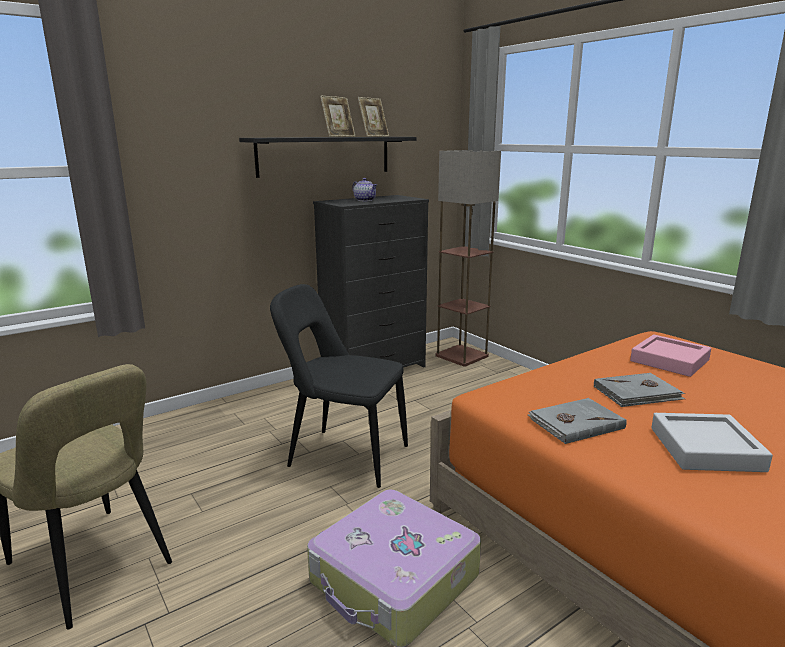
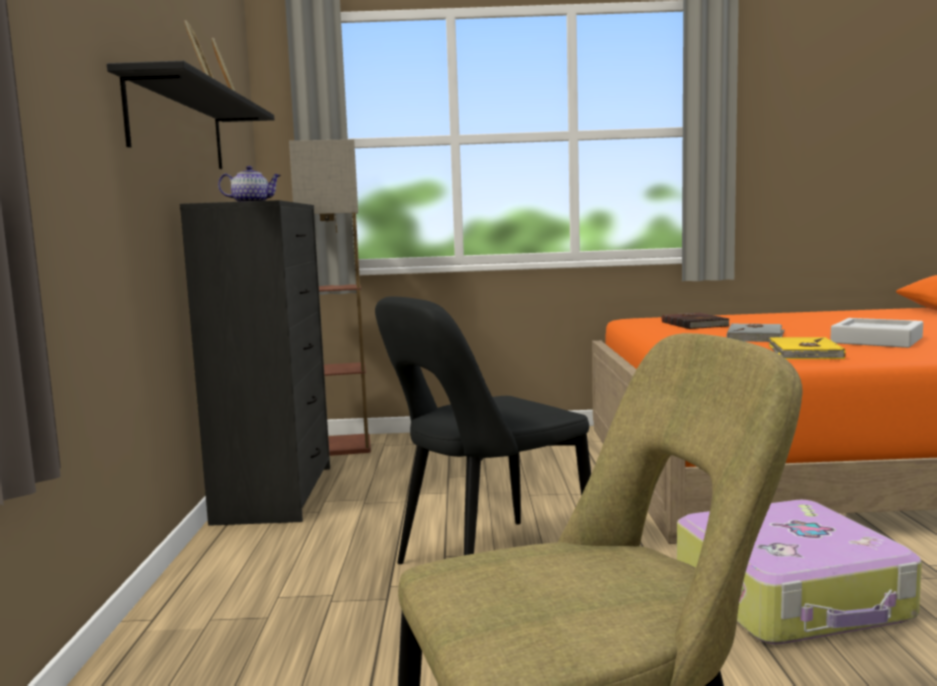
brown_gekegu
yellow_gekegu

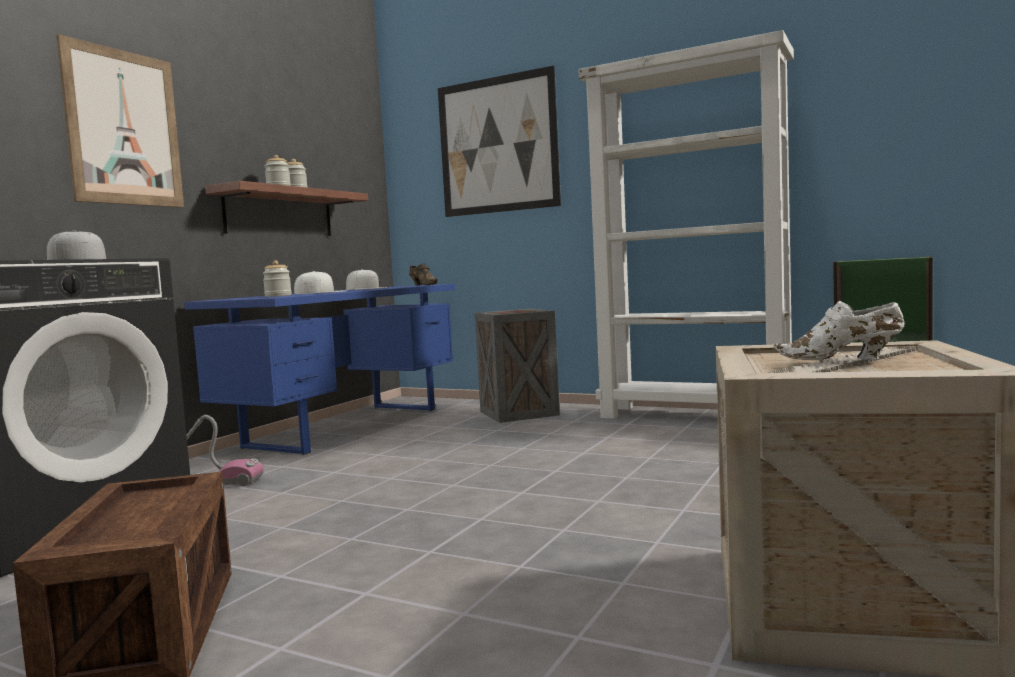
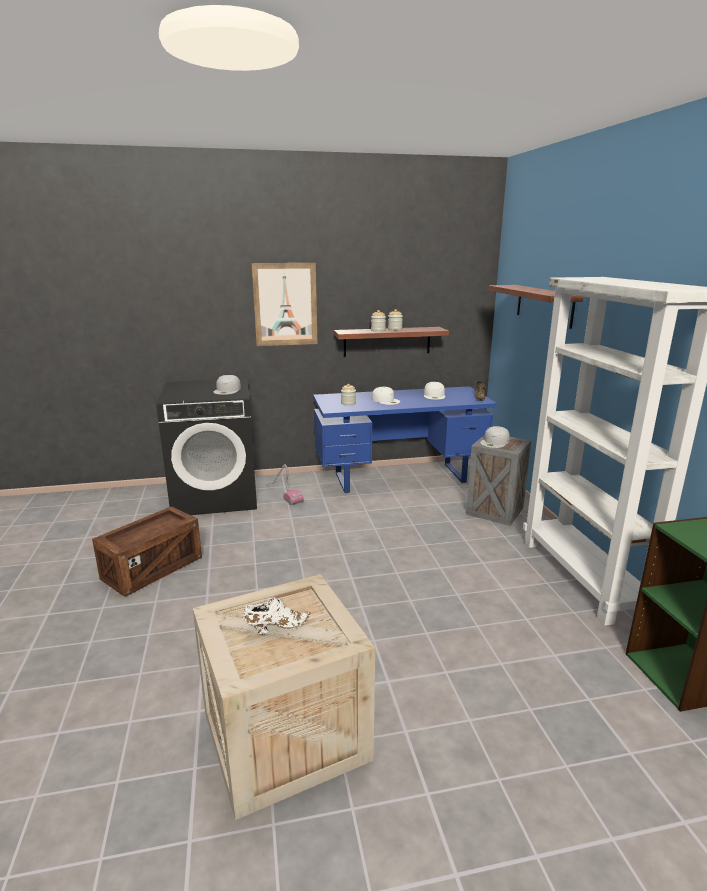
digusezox (2nd from left)
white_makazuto
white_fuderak (4th from left)

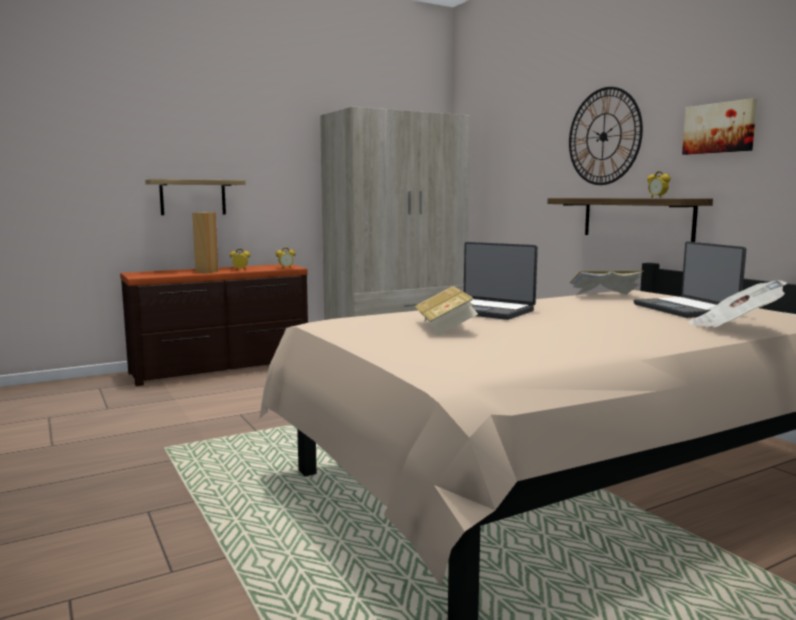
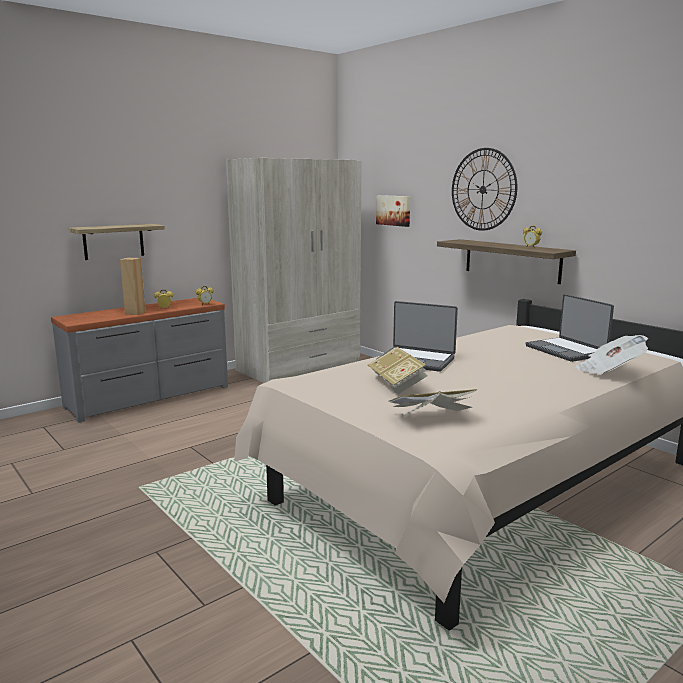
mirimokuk
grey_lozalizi
gekegu (2nd from left)

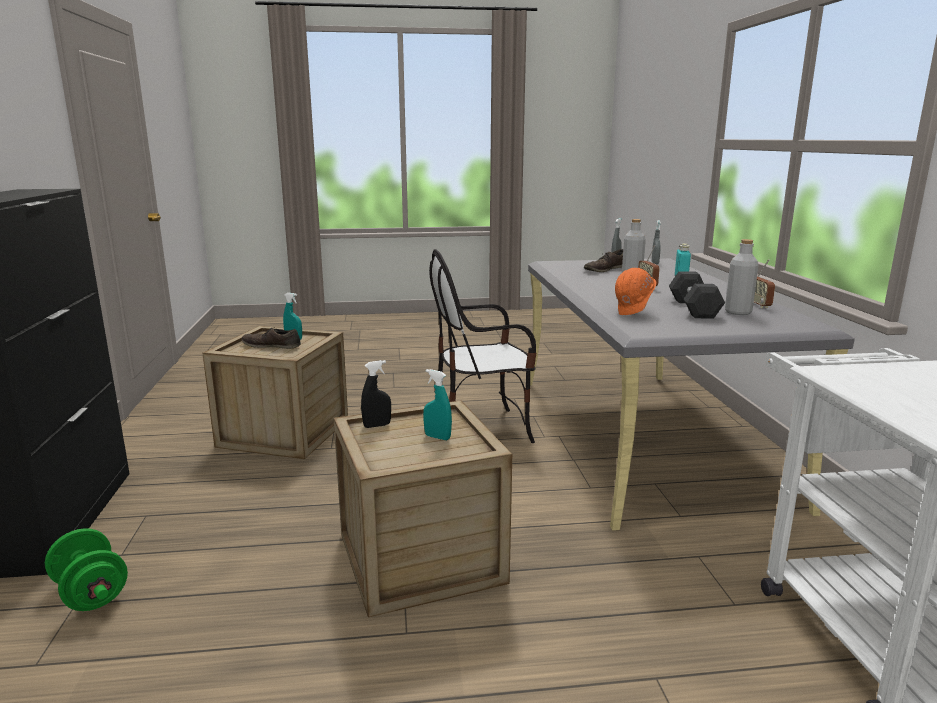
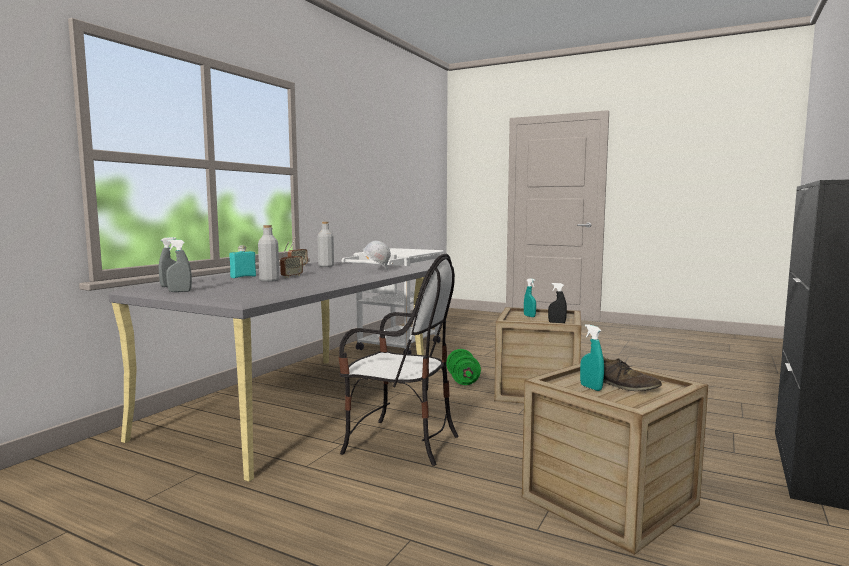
brown_makazuto (2nd from left in the first image)
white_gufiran
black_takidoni
green_takidoni

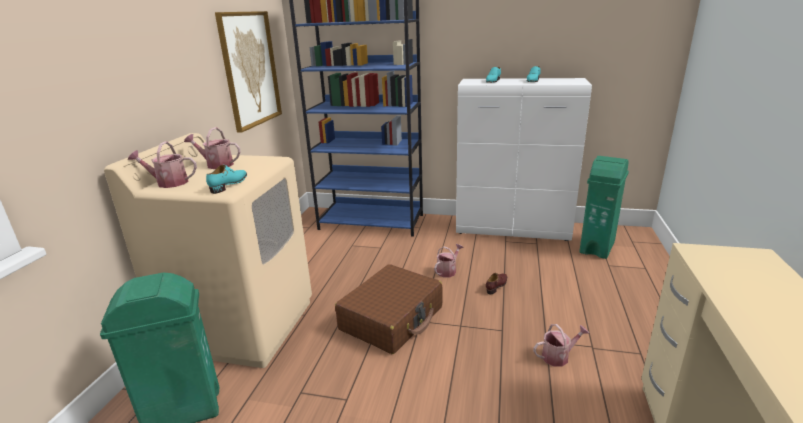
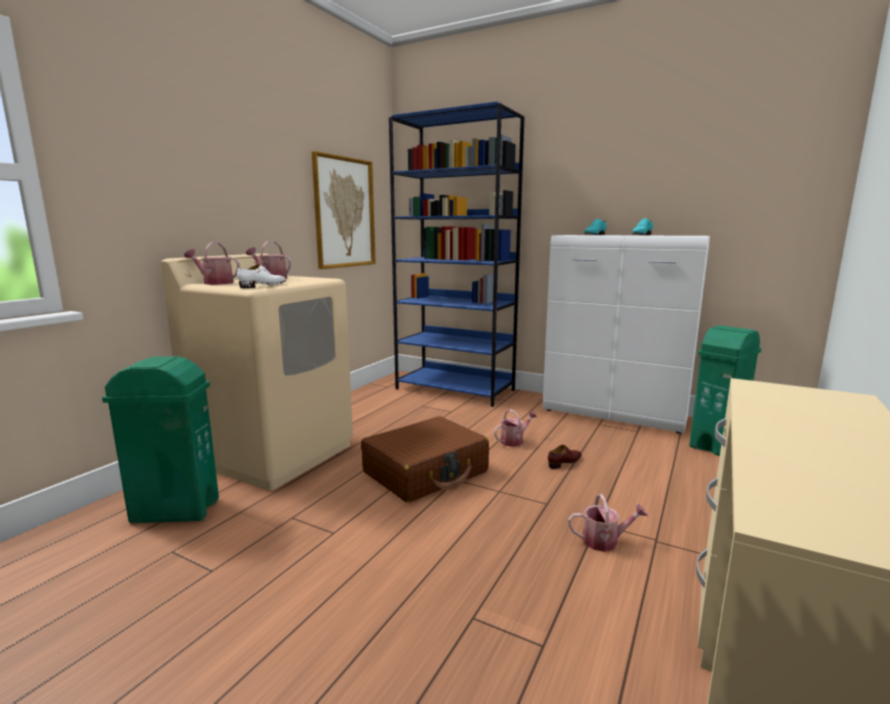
white_makazuto

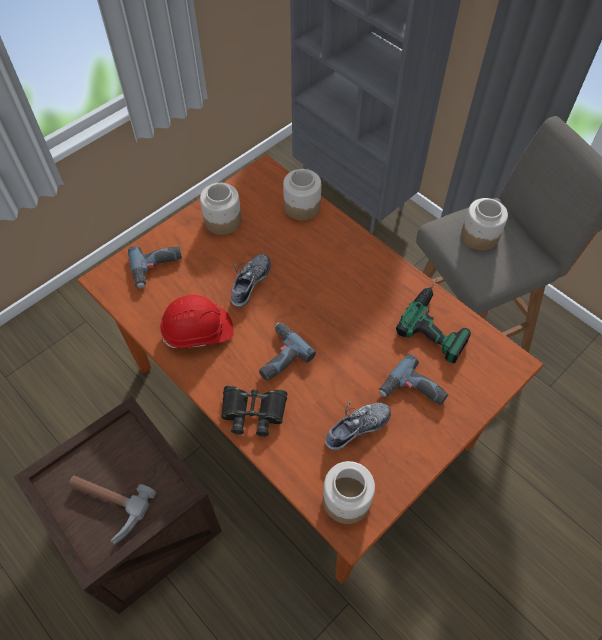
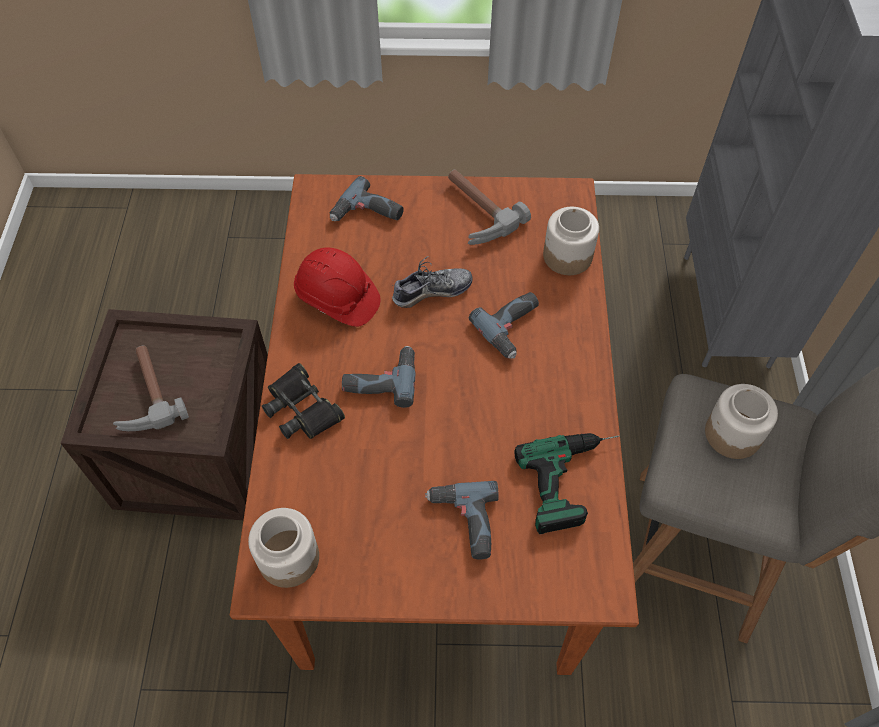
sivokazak (2nd from left)
makazuto (2nd from left in the first image)
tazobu (4th from left)

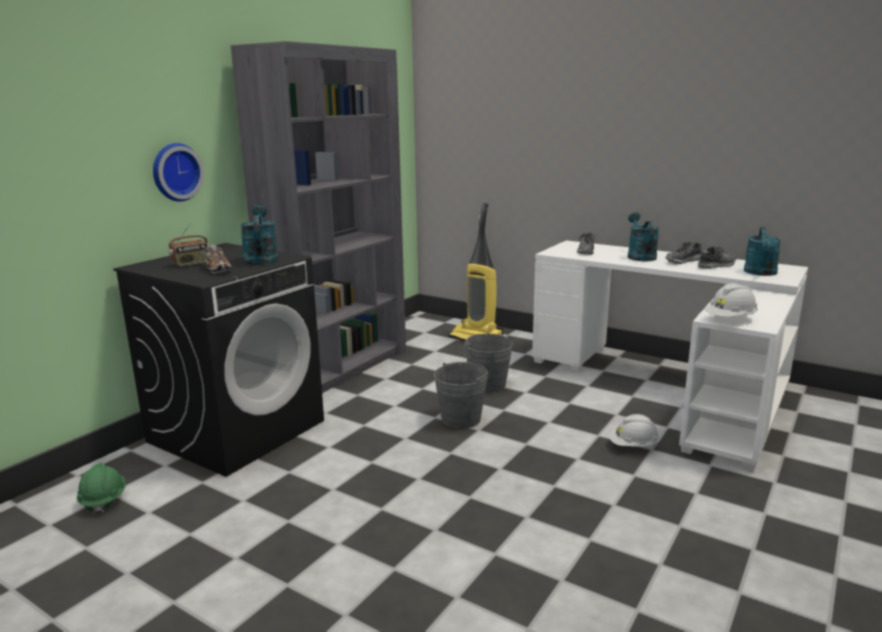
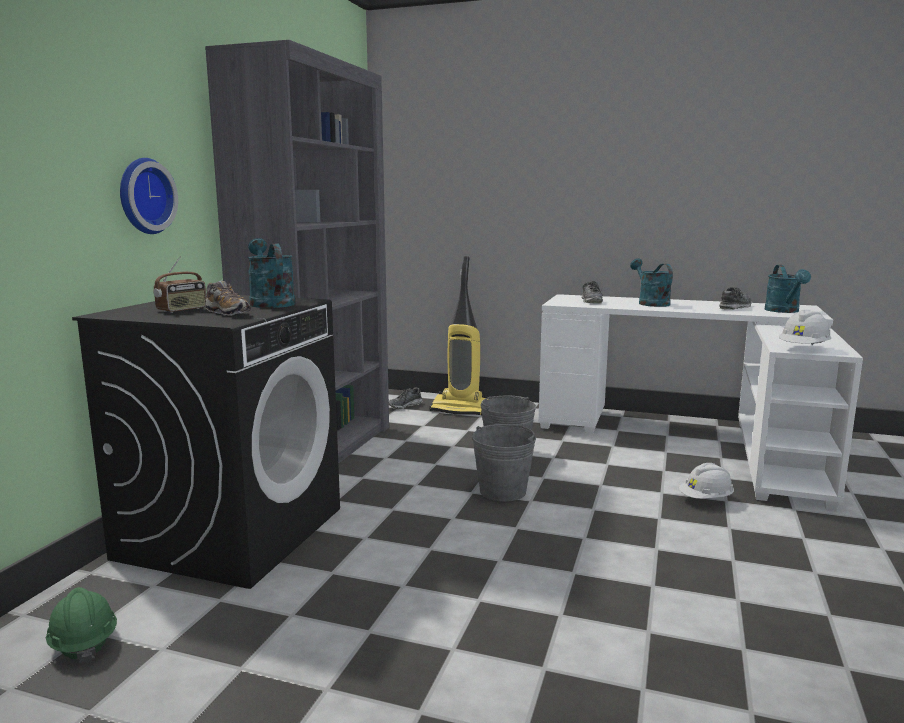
makazuto (2nd from left)

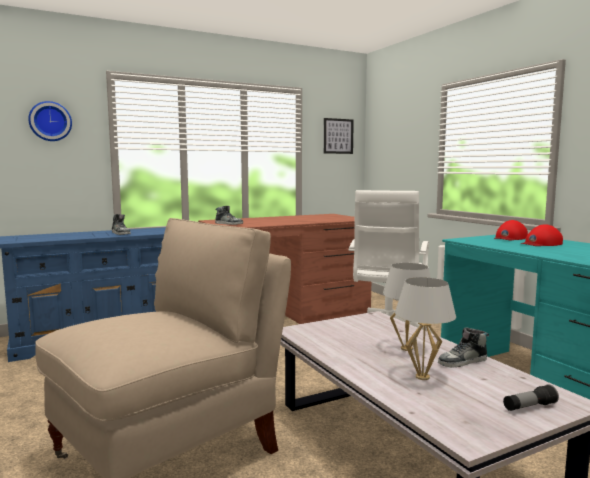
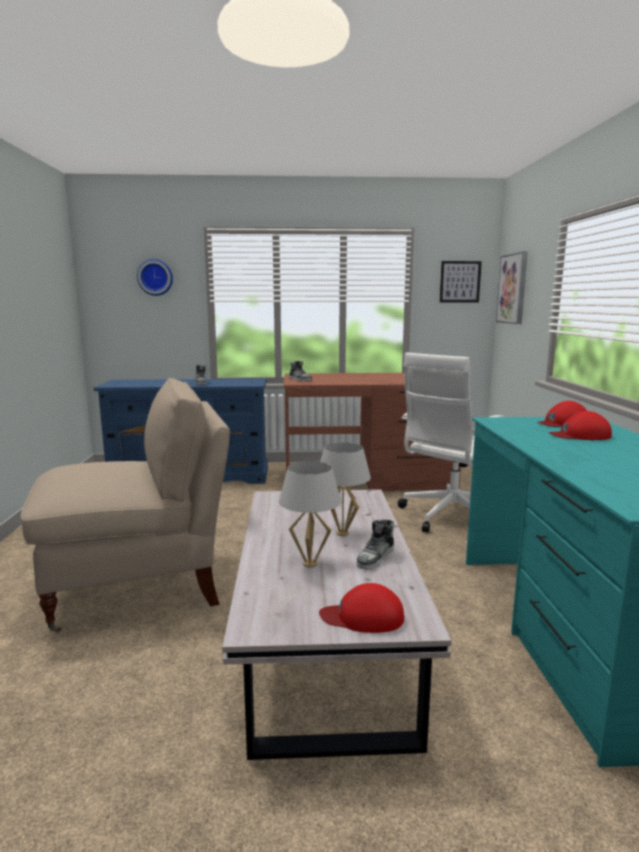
makazuto (3rd from left)
red_fuderak (1st from left)
mirimokuk (2nd from left)

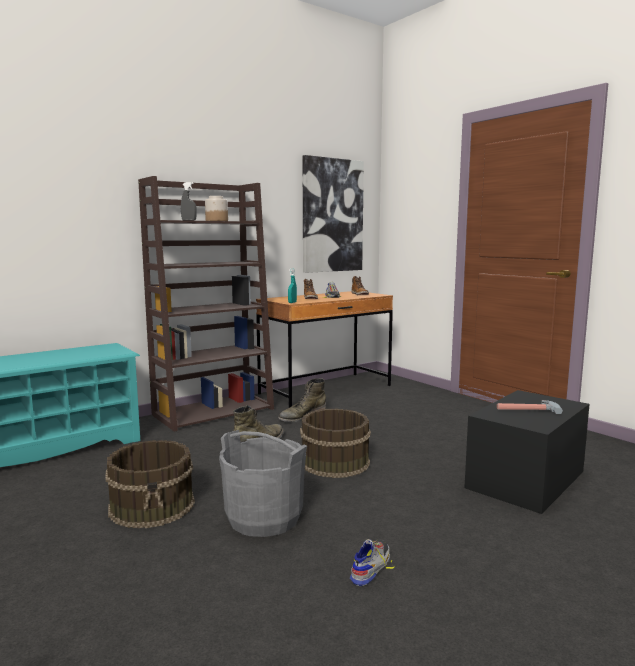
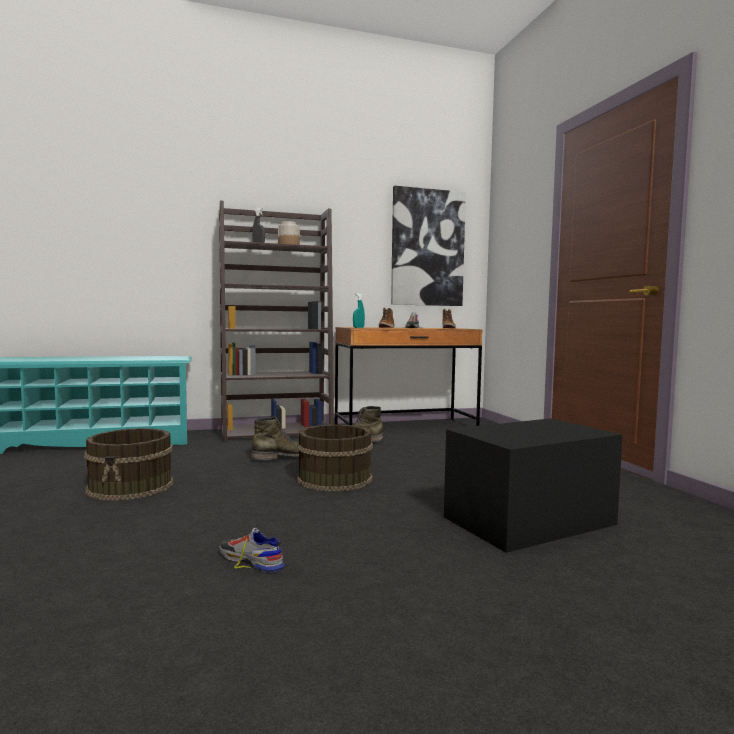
sivokazak
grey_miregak
makazuto (1st from left)

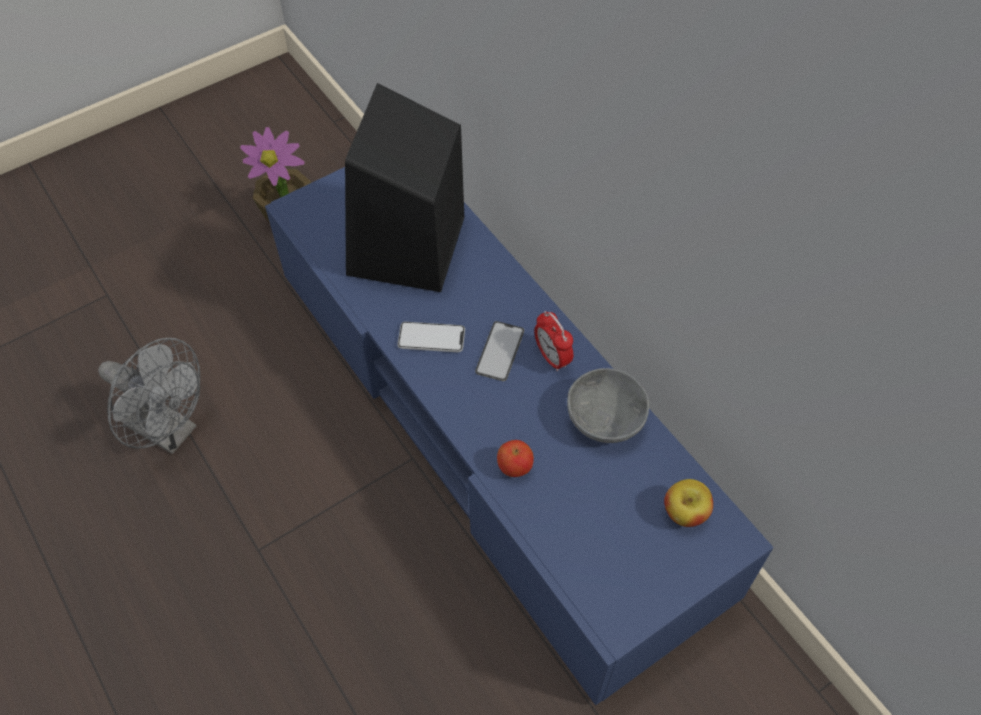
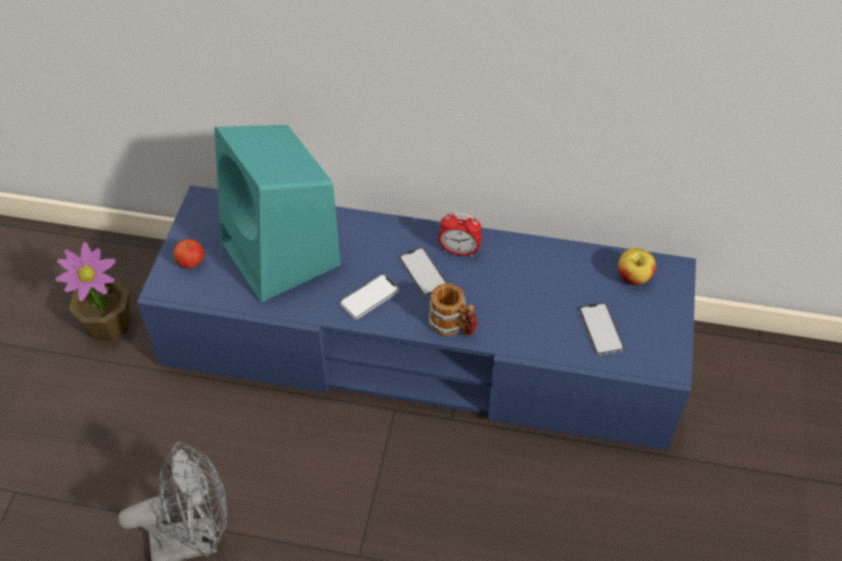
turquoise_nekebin
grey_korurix
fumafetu (1st from left)
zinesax
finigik (3rd from left)

